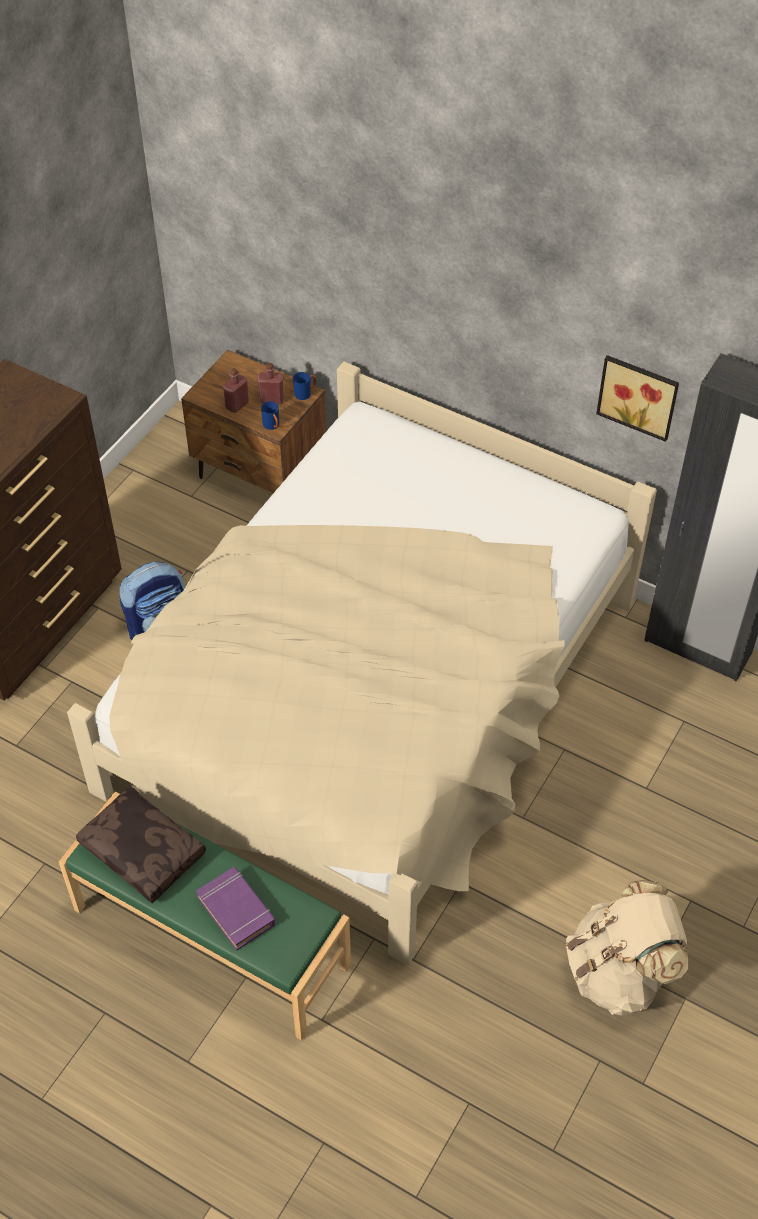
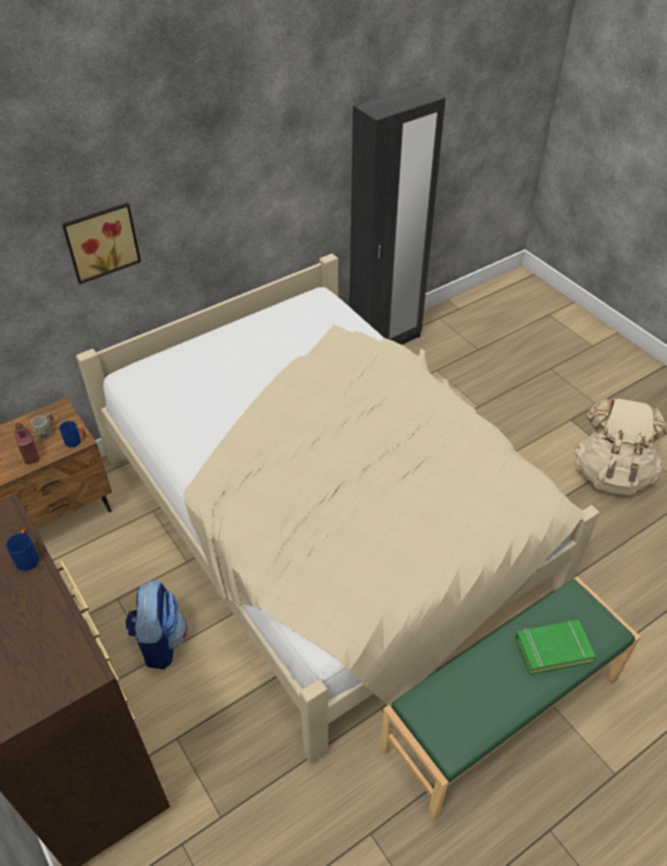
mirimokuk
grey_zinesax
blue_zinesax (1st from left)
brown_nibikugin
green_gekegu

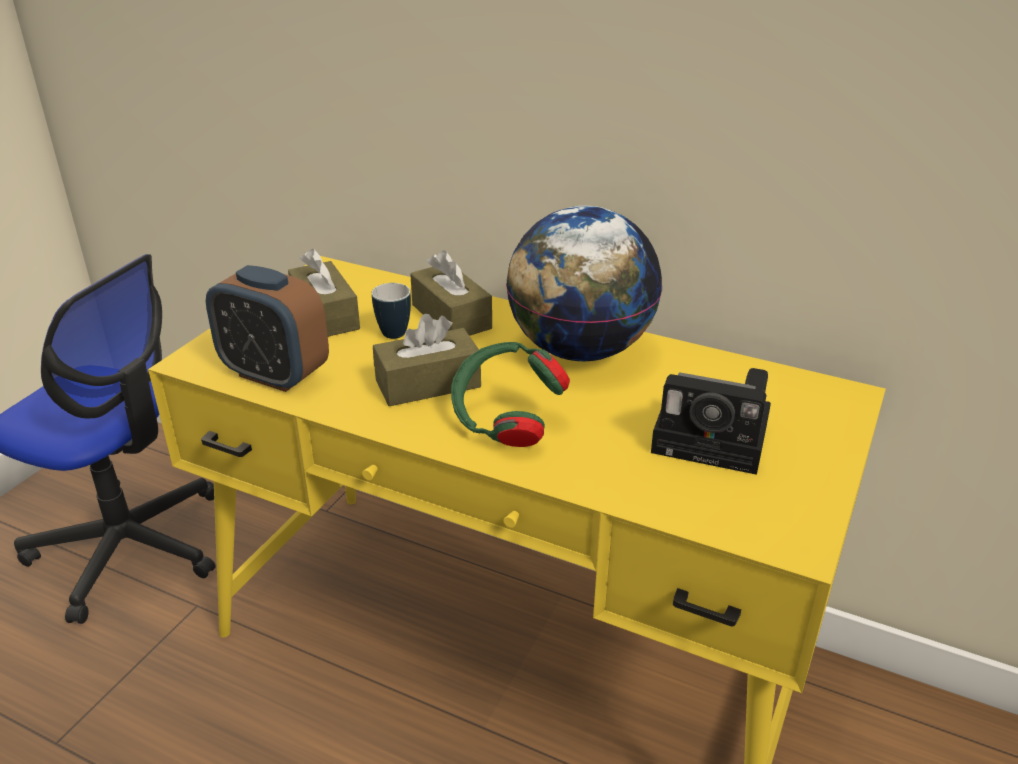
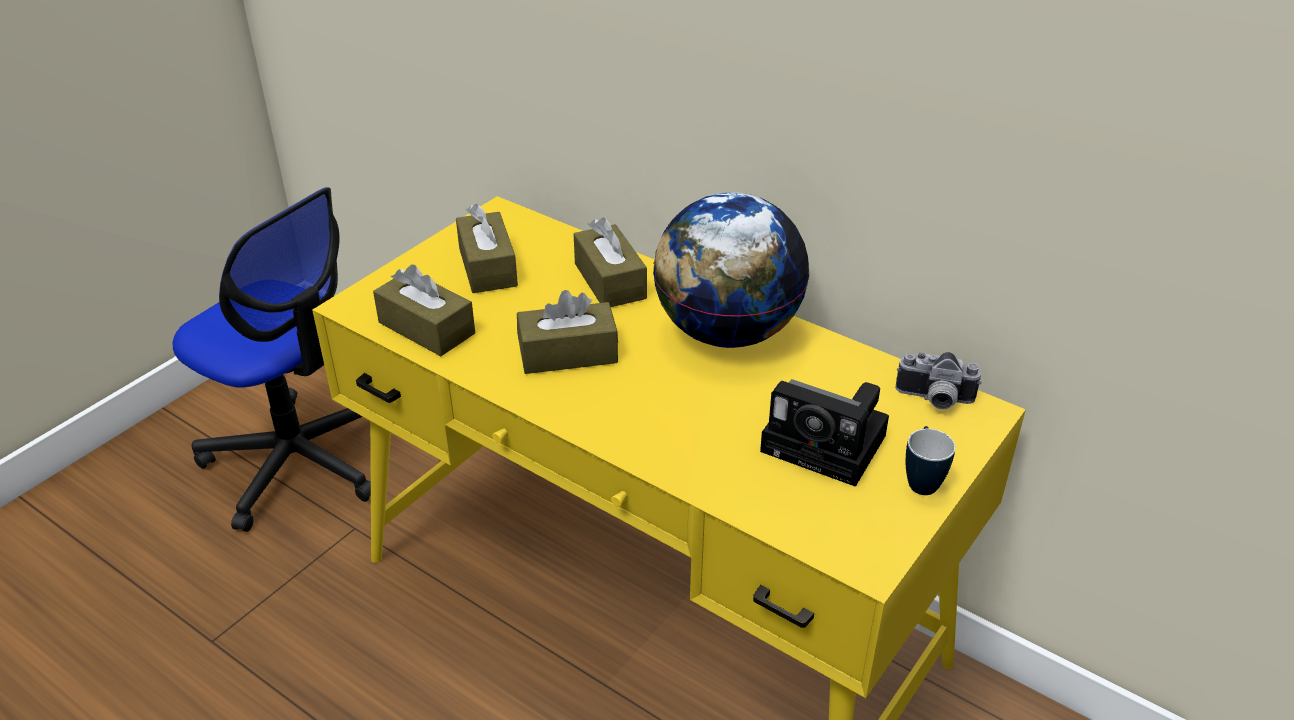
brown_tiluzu (1st from left)
zinesax
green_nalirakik
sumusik (2nd from left)

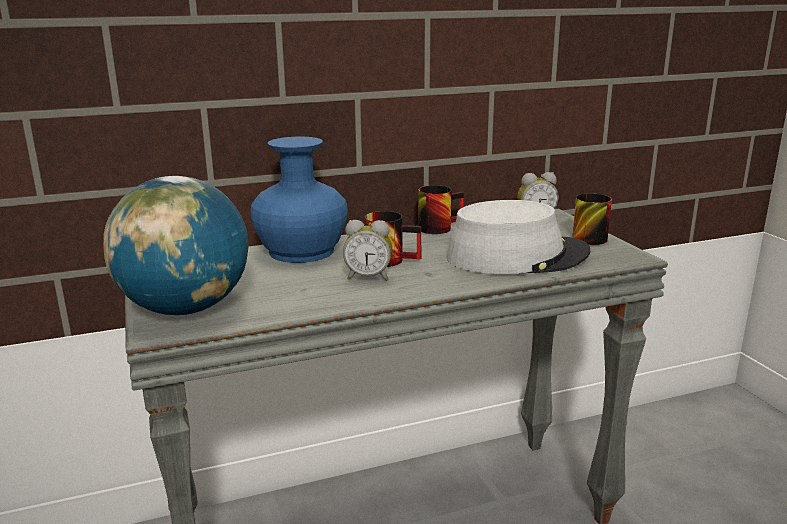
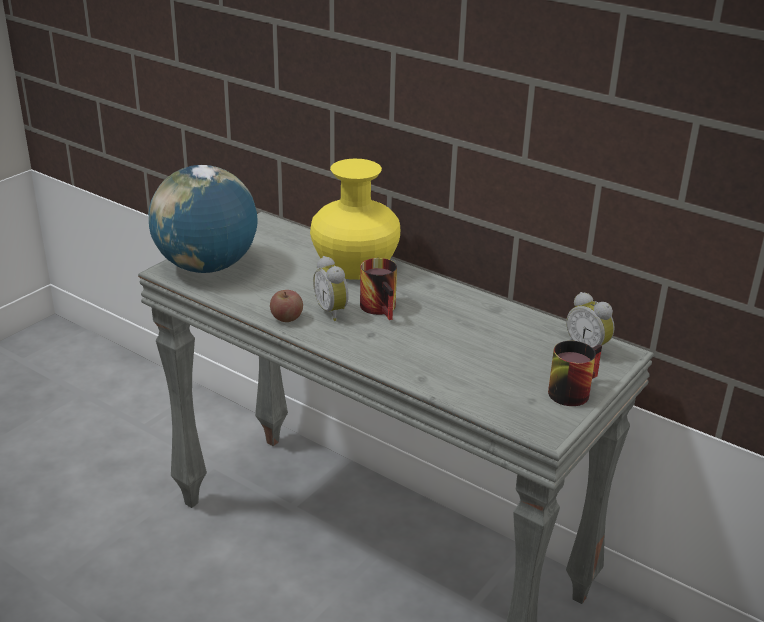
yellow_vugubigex
zinesax (2nd from left in the first image)
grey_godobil
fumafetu

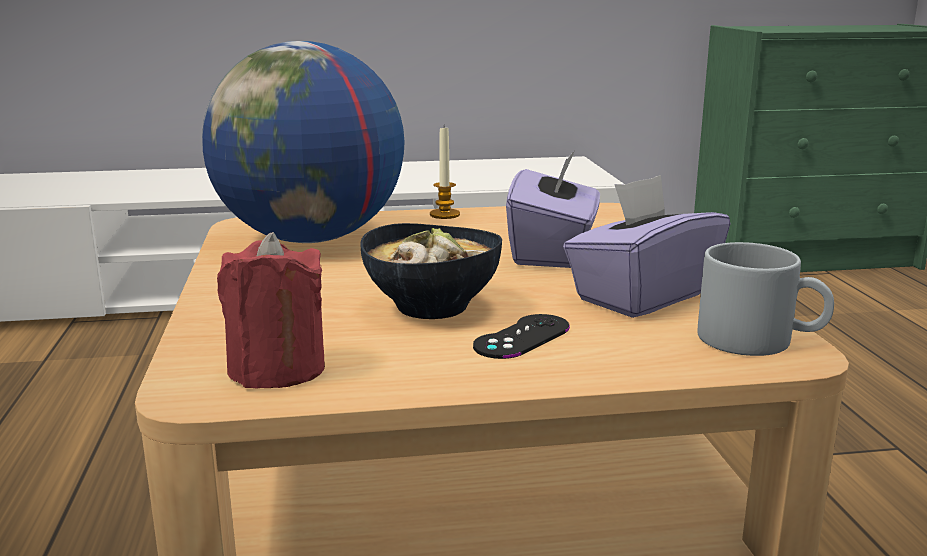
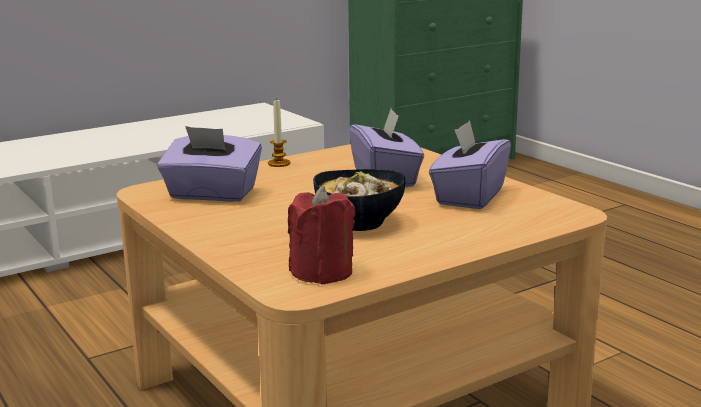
purple_tiluzu (1st from left)
grey_zinesax
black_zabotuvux

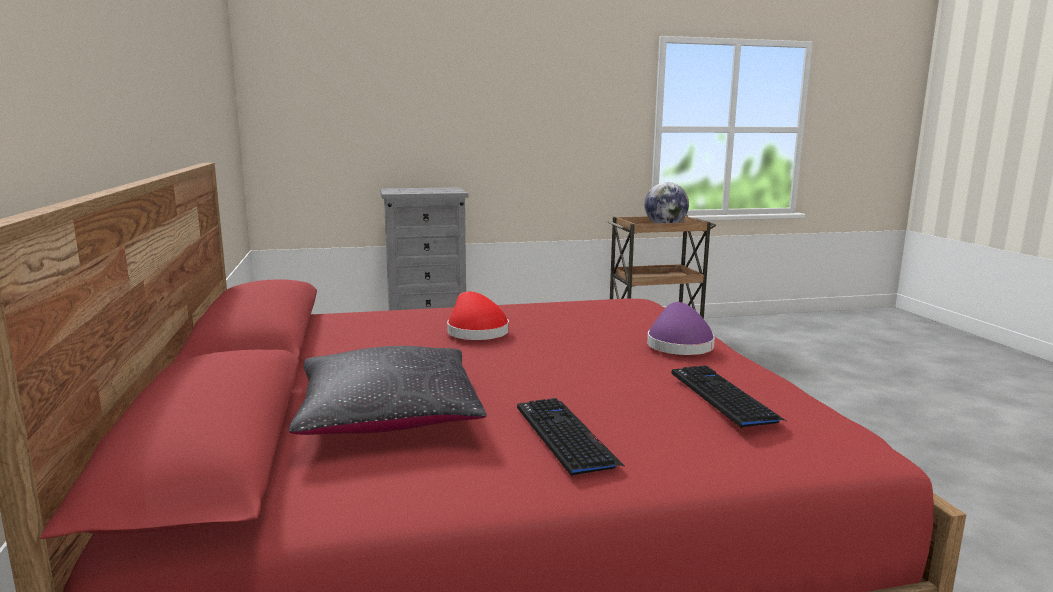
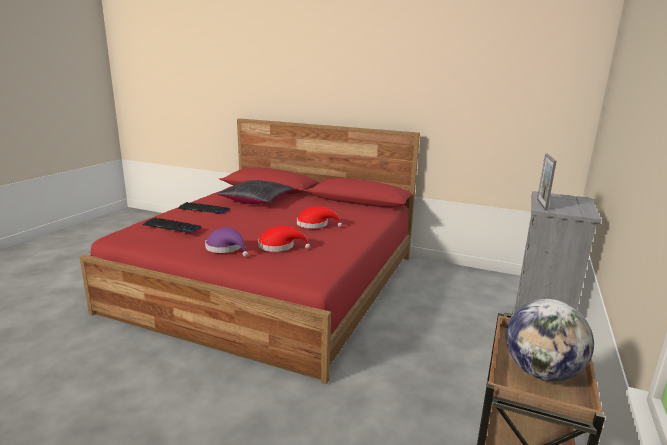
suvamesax
red_godobil (1st from left)

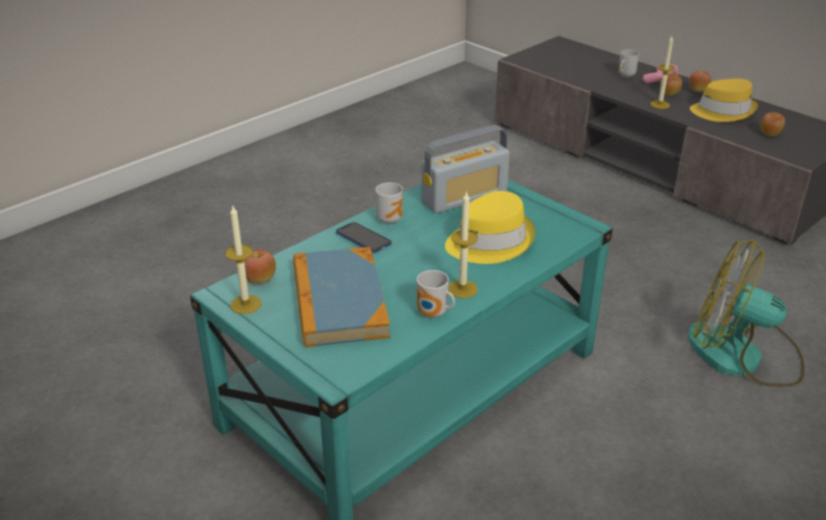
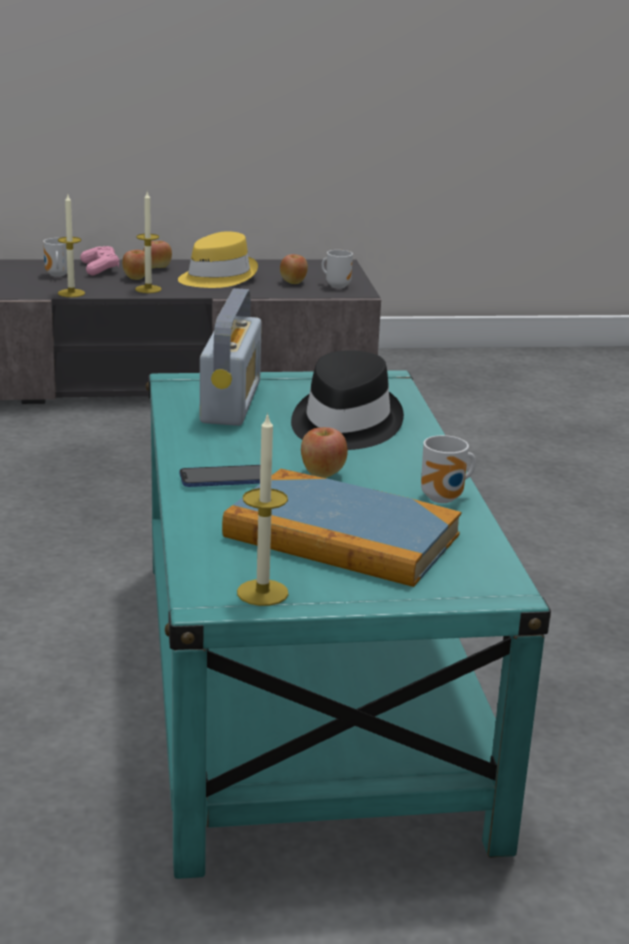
zinesax (2nd from left)
black_godobil
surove (1st from left)
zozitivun
fumafetu (4th from left)

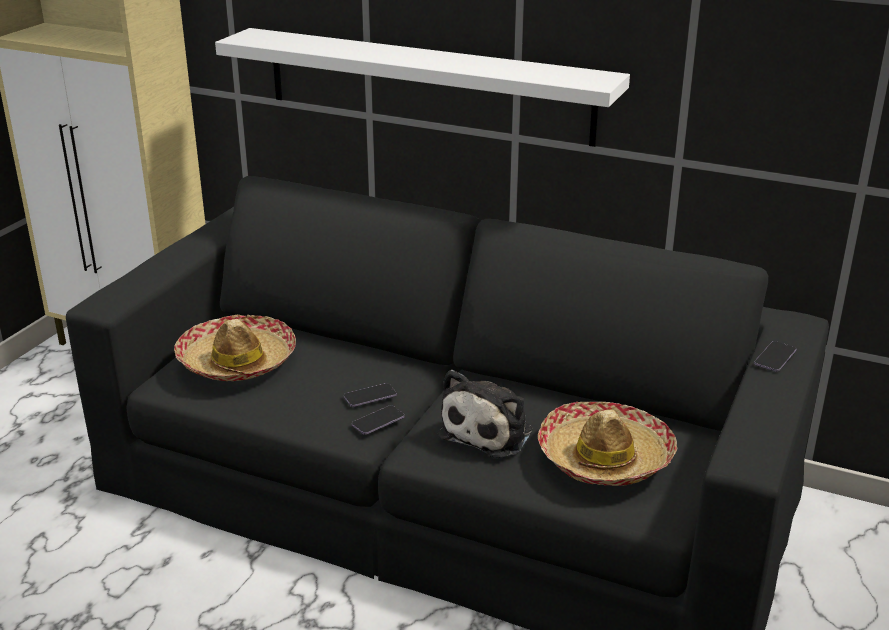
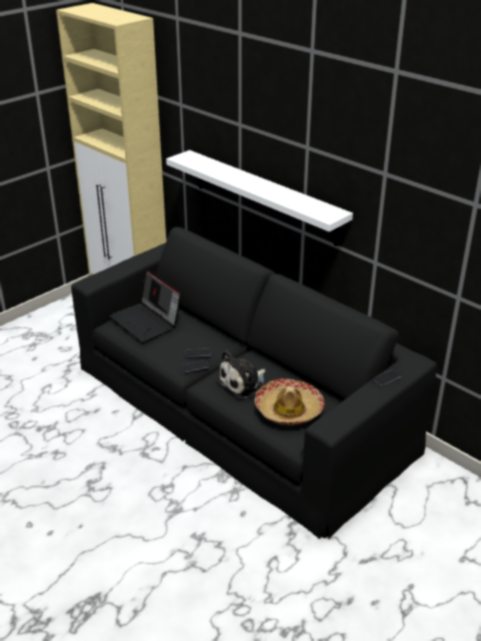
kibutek

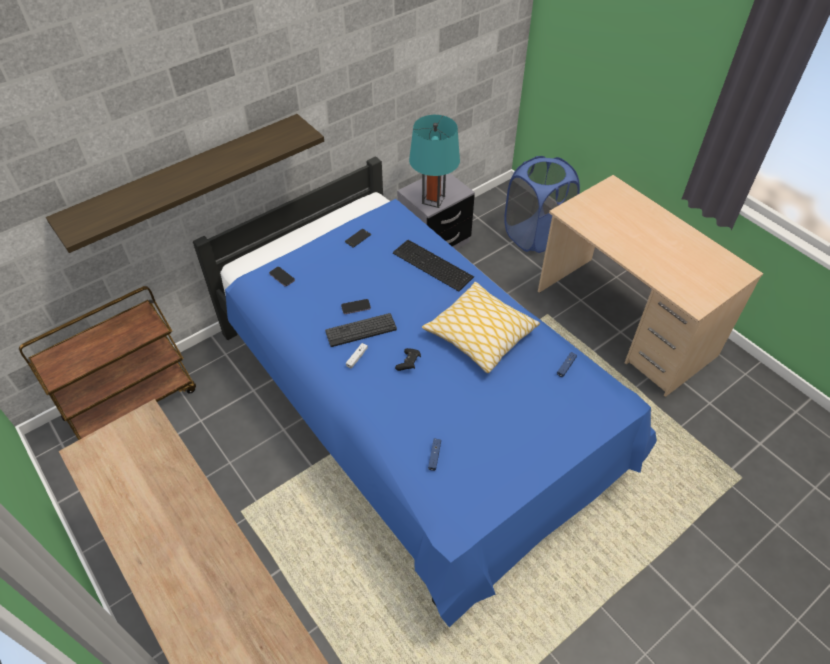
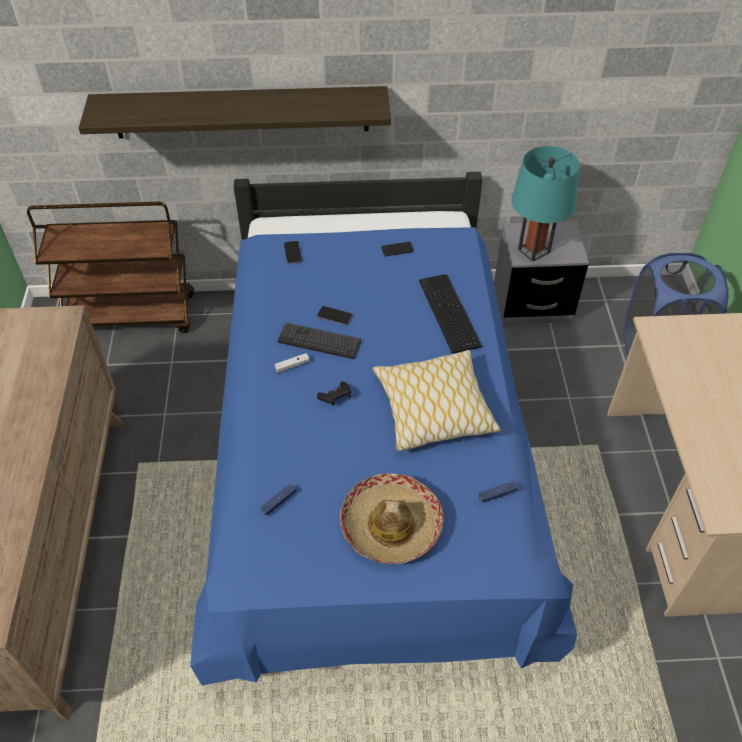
godobil

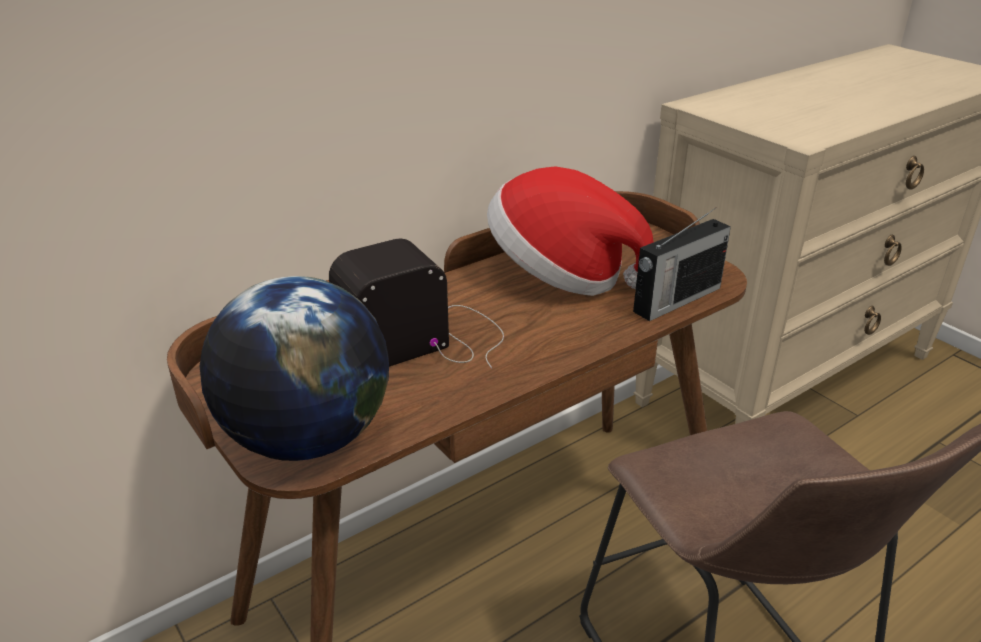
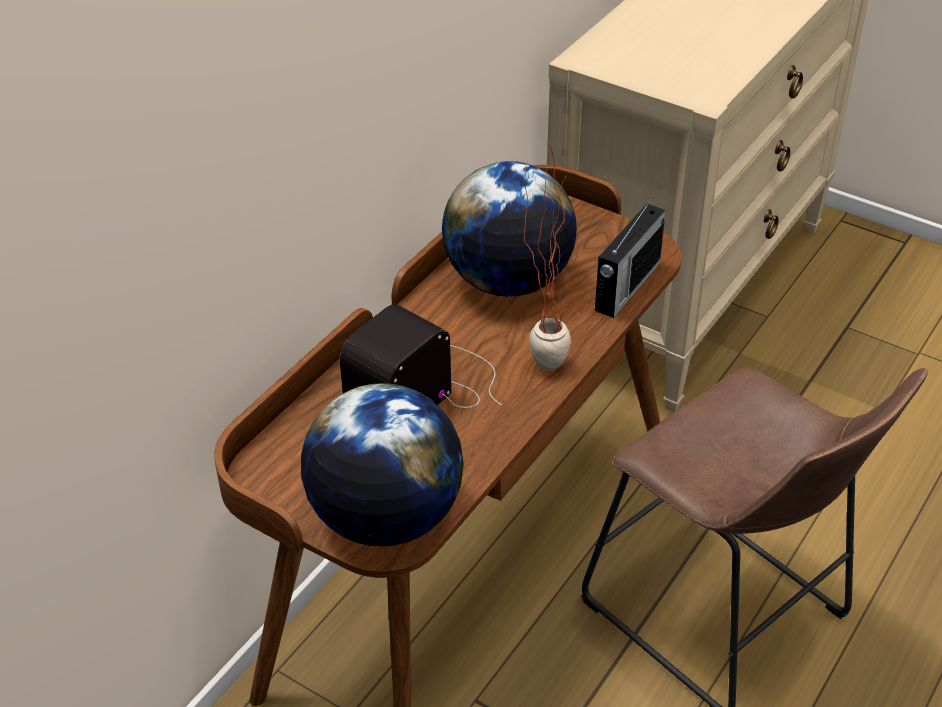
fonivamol (2nd from left)
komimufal

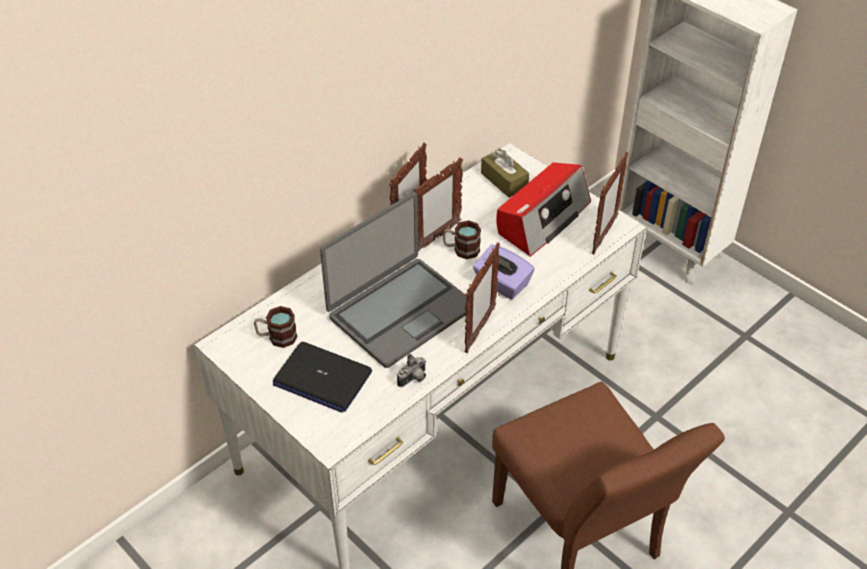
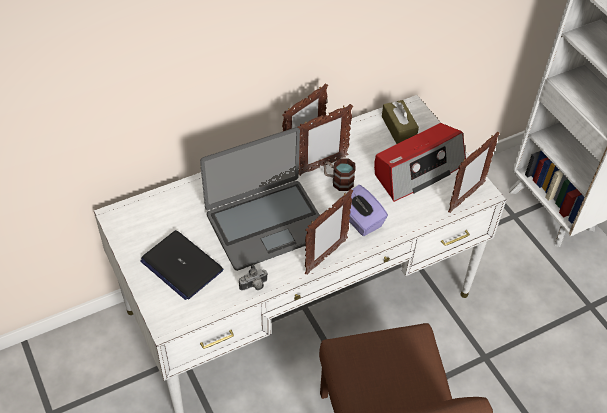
zinesax (1st from left in the first image)

